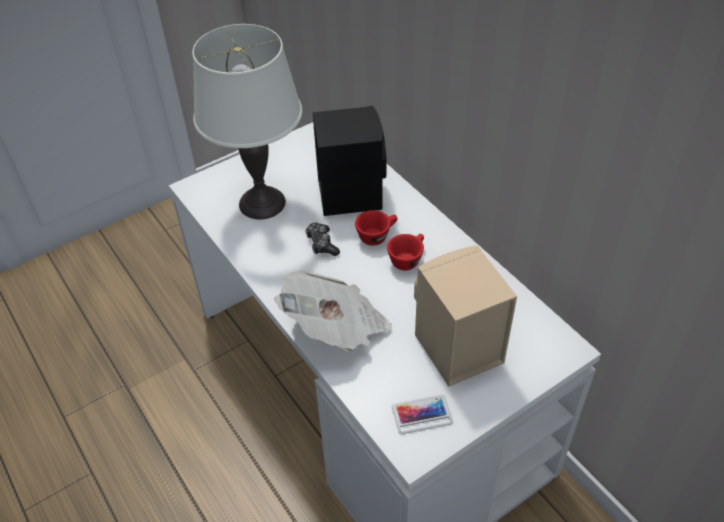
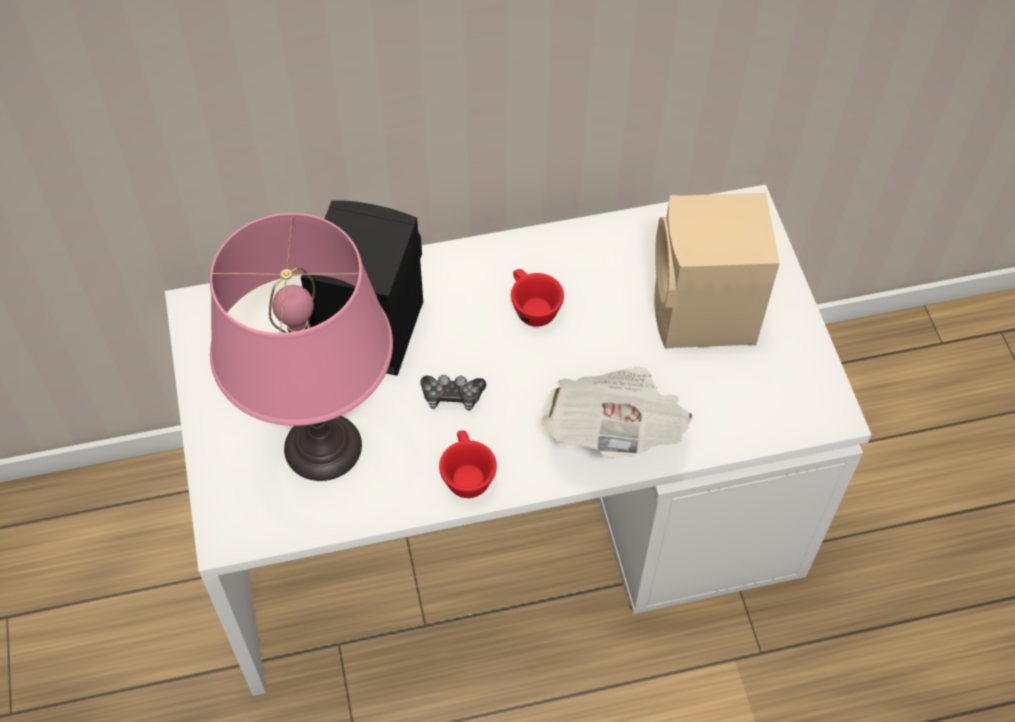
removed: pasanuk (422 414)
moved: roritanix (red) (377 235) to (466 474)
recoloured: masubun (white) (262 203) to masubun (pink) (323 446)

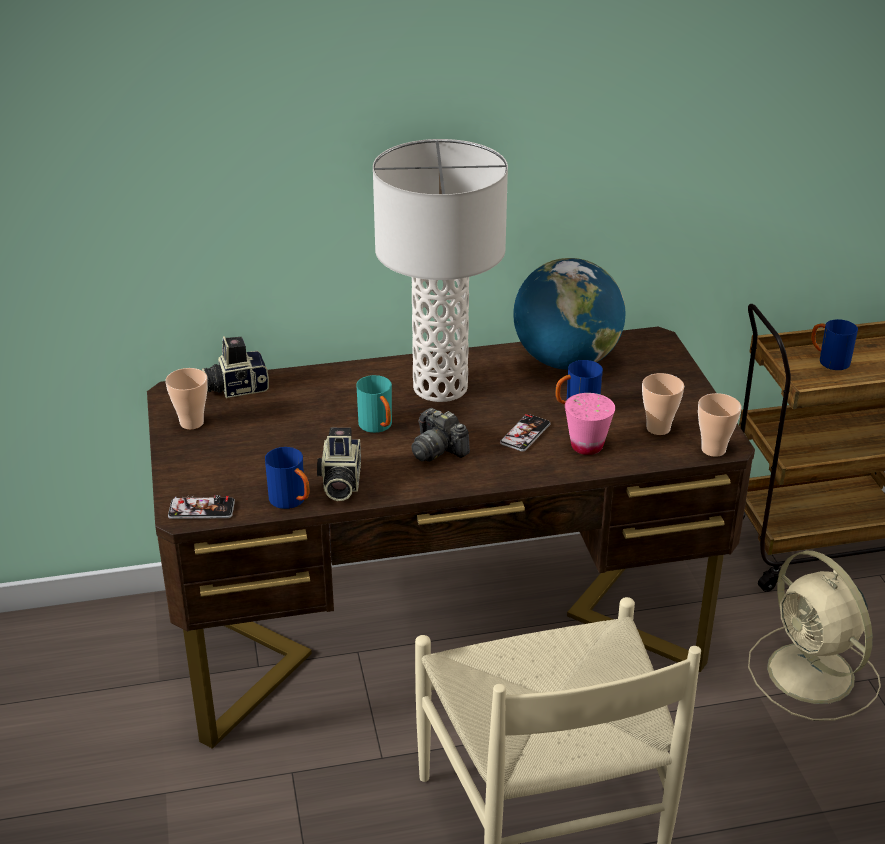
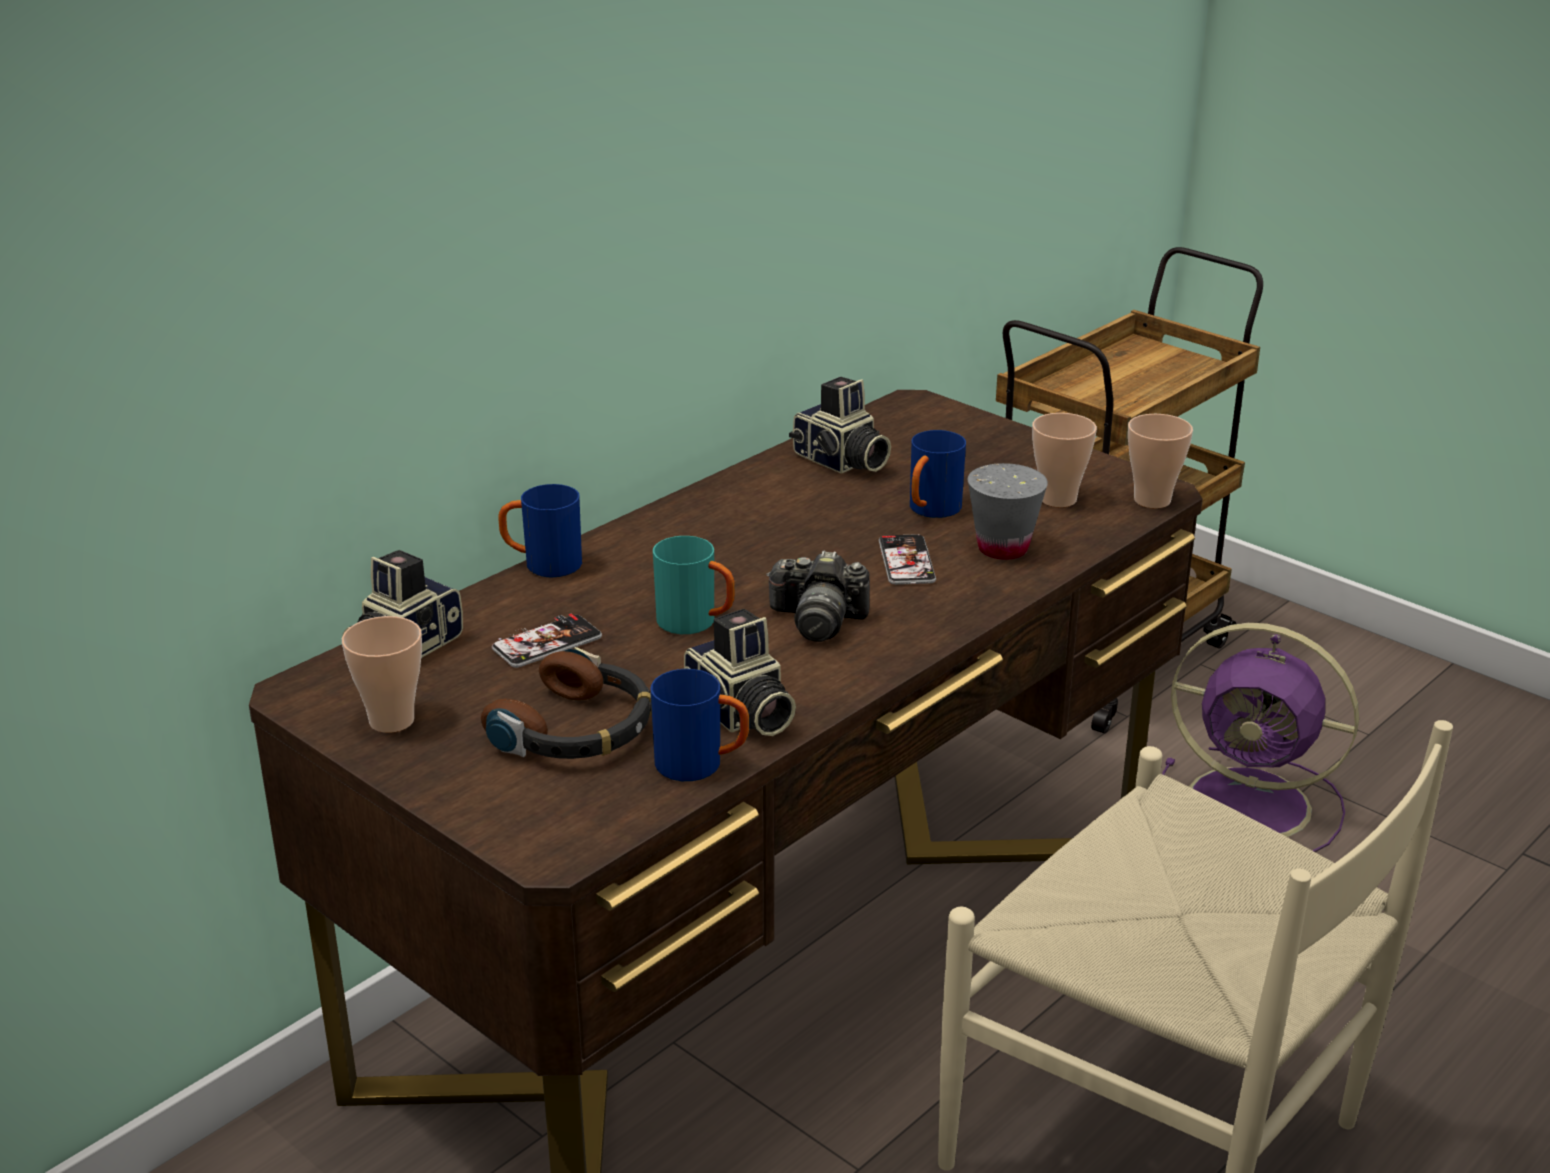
removed: masubun (white) (441 387)
added: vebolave (576 729)
moved: pasanuk (201 509) to (547 643); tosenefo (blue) (828 361) to (542 565)
replaced: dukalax (566 361) to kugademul (840 462)
recoloured: roritanix (pink) (587 446) to roritanix (grey) (1002 548); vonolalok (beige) (813 676) to vonolalok (purple) (1254 805)

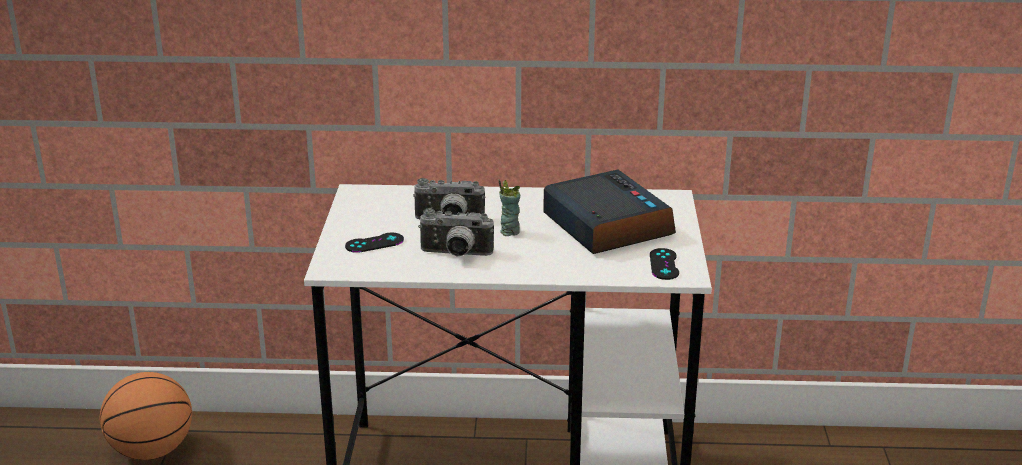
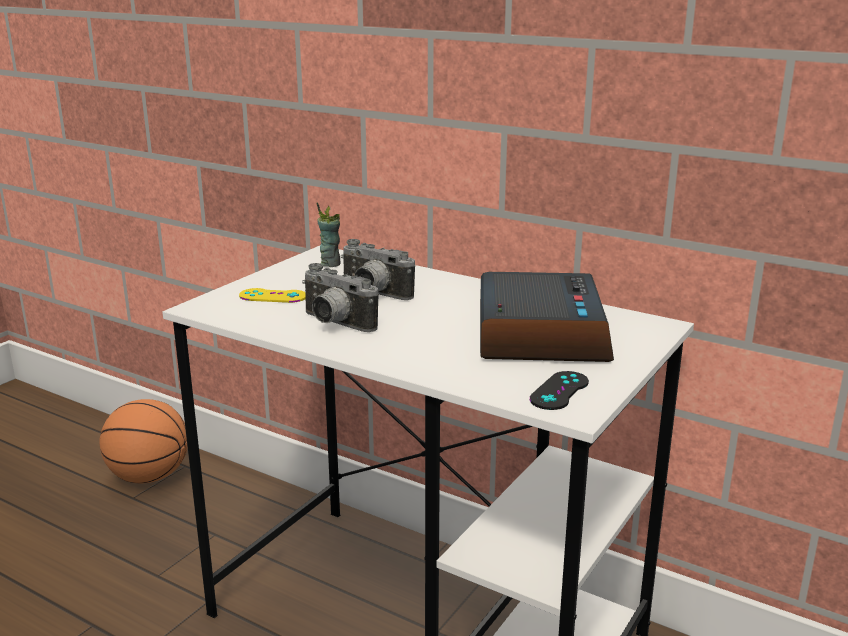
moved: roritanix (509 231) to (330 263)
recoloured: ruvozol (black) (374 243) to ruvozol (yellow) (273 296)

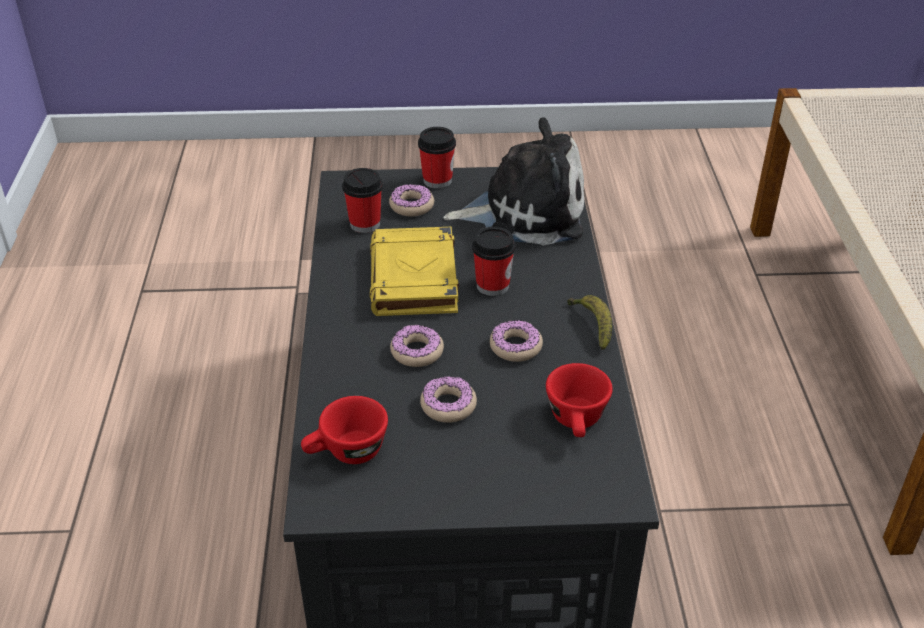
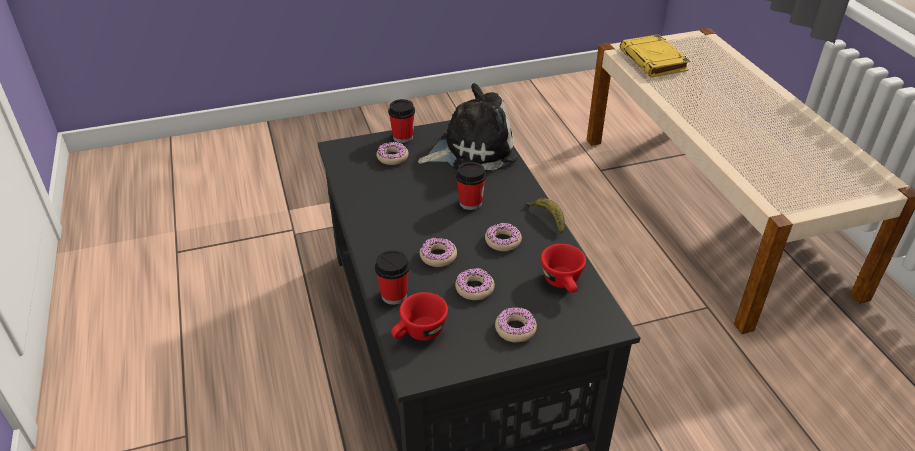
added: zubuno (515 329)
moved: roritanix (365 224) to (394 295); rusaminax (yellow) (414 279) to (653 61)

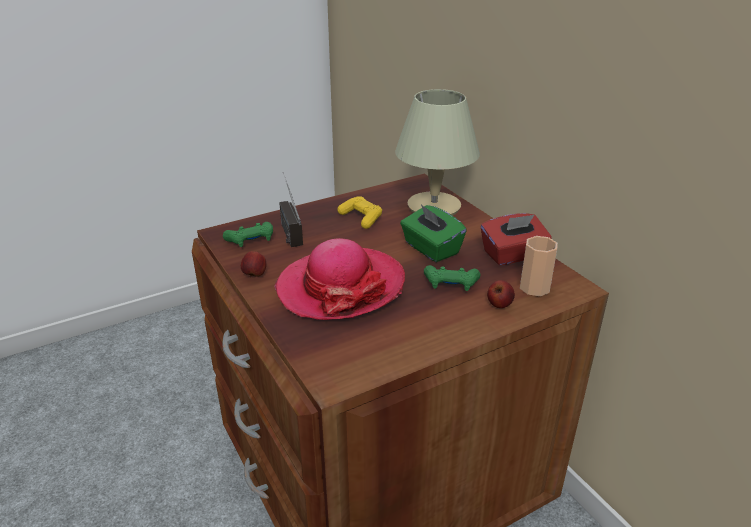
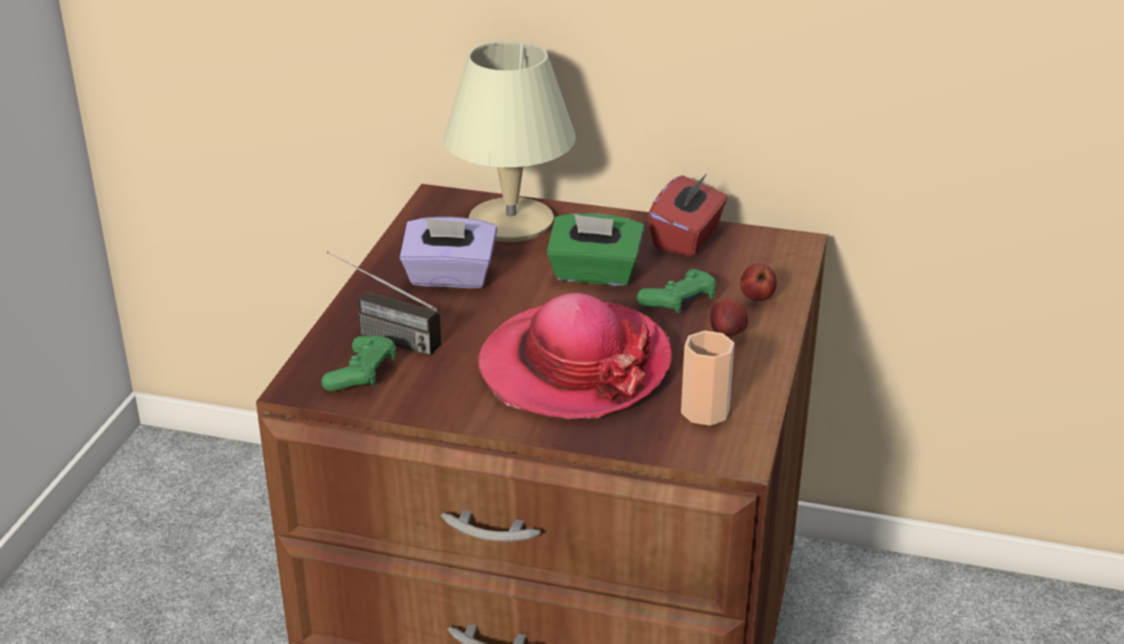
moved: roritanix (534 287) to (705 411); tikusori (254 275) to (728 335)
replaced: ruvozol (yellow) (361 218) to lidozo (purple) (449 277)

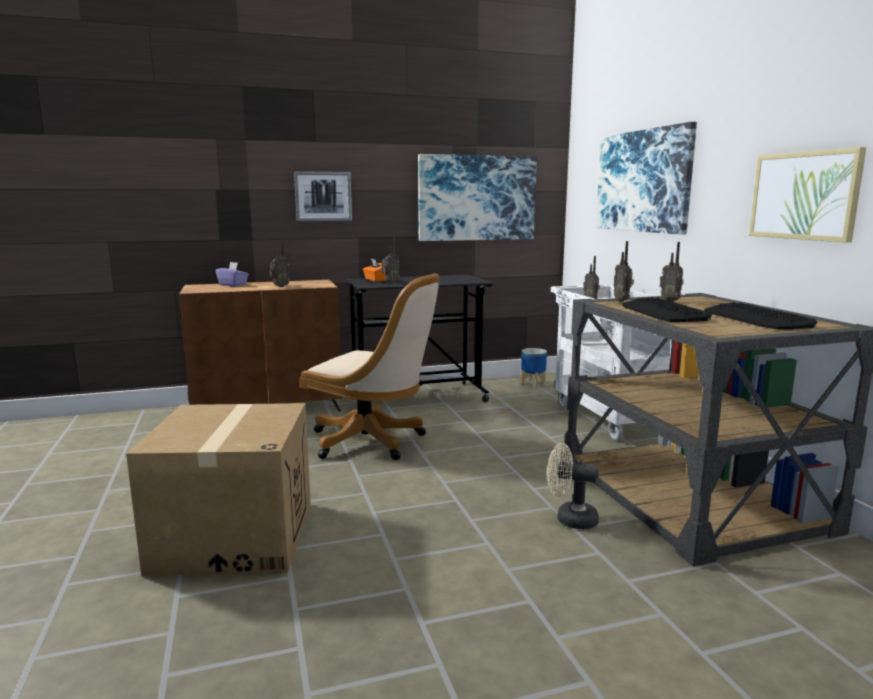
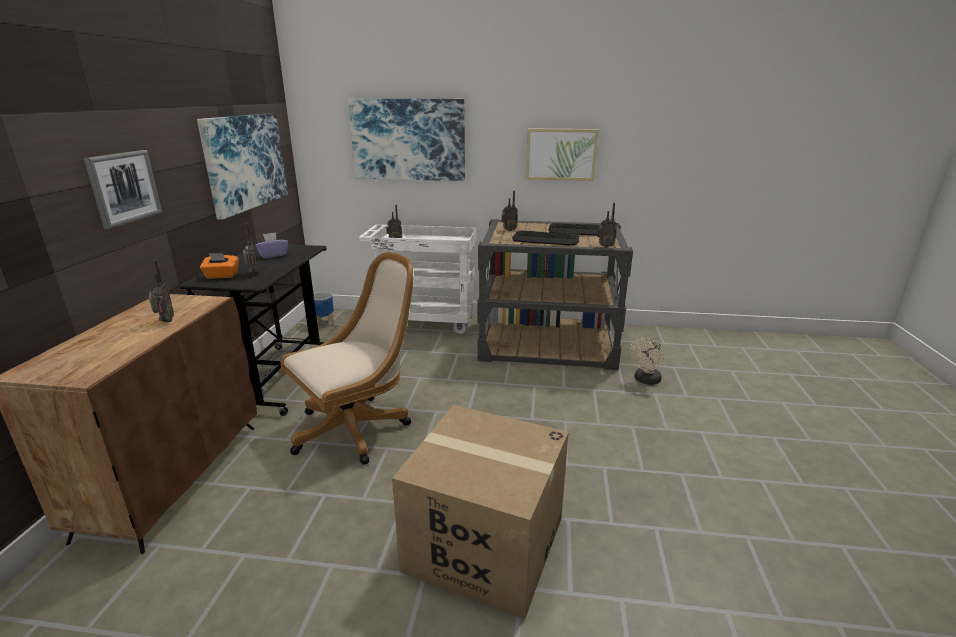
moved: lidozo (purple) (233 285) to (273 255); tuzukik (622 301) to (605 246); vonolalok (beige) (570 519) to (645 380)

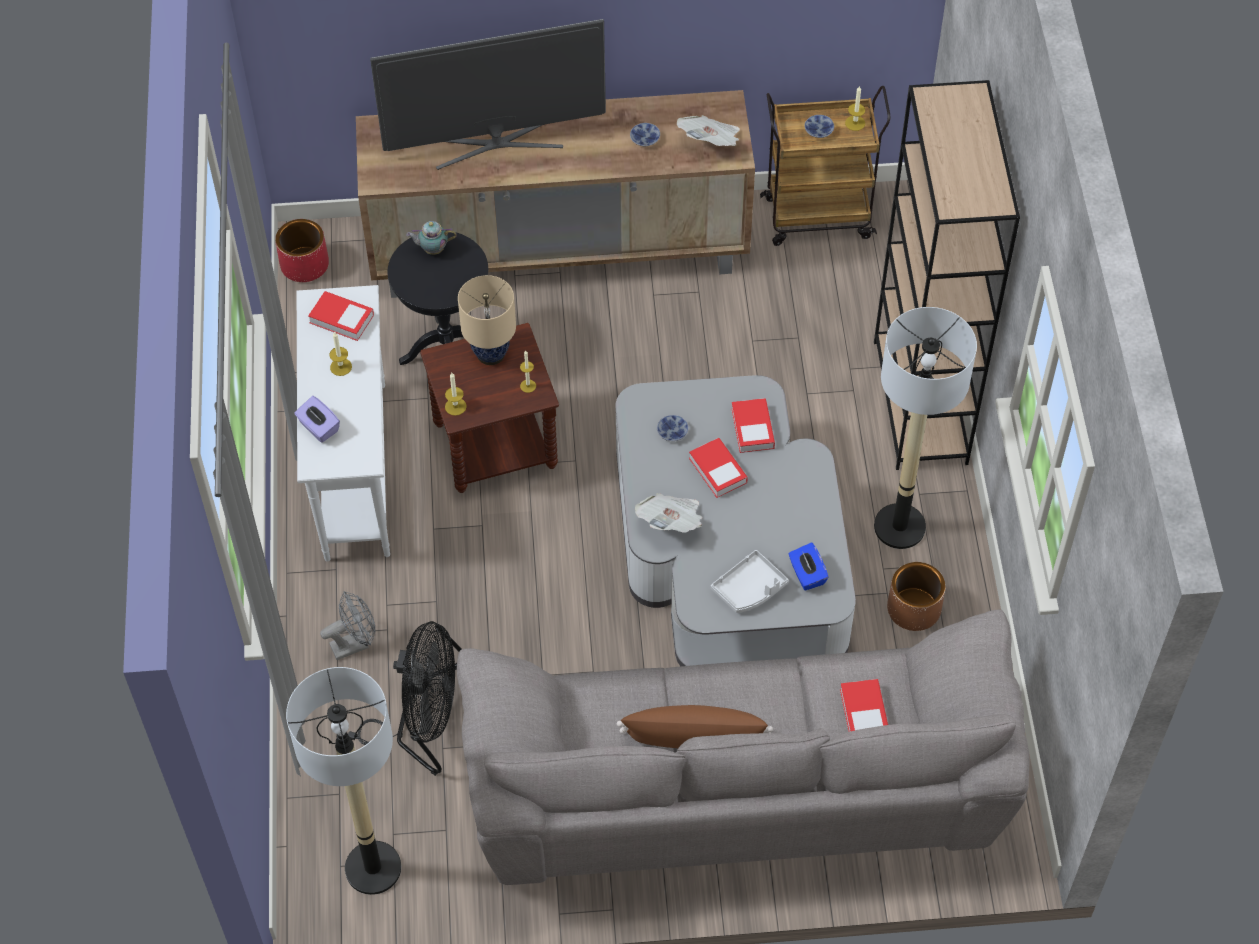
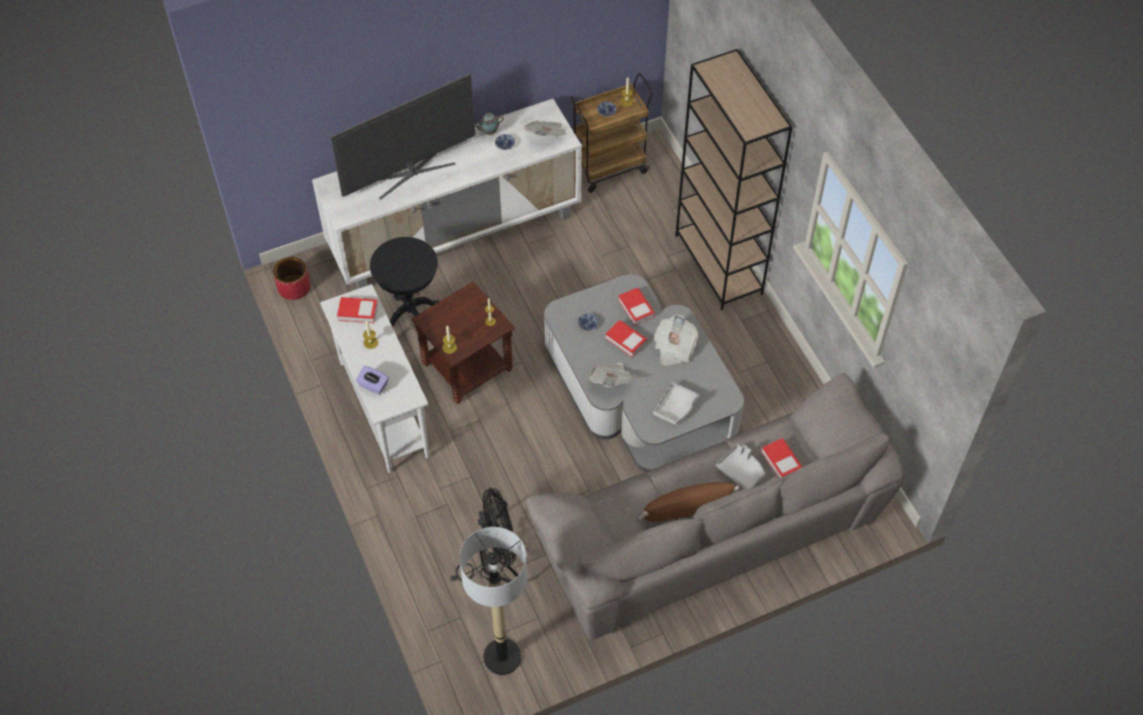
removed: vonolalok (grey) (355 643); masubun (beige) (490 353); lidozo (blue) (807 574); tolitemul (899 527); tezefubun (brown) (914 608)
added: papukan (674 348); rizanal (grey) (741 471)
moved: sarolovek (432 249) to (488 132)
recoloured: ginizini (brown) (560 246) to ginizini (white) (455 230)

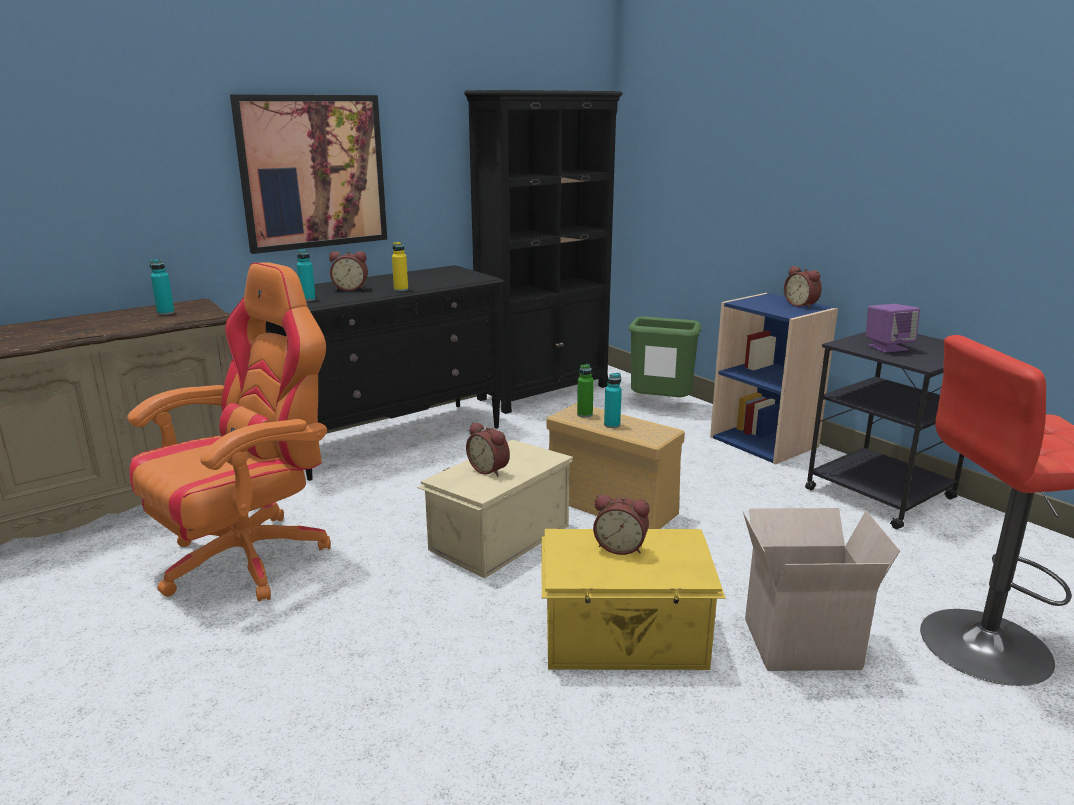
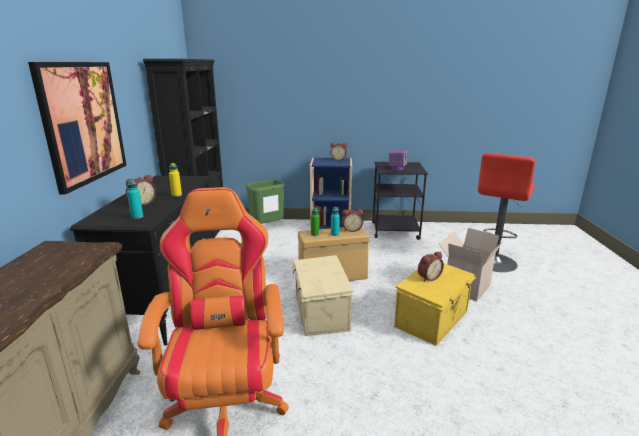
removed: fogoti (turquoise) (165 313)
moved: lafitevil (490 469) to (351 229)

